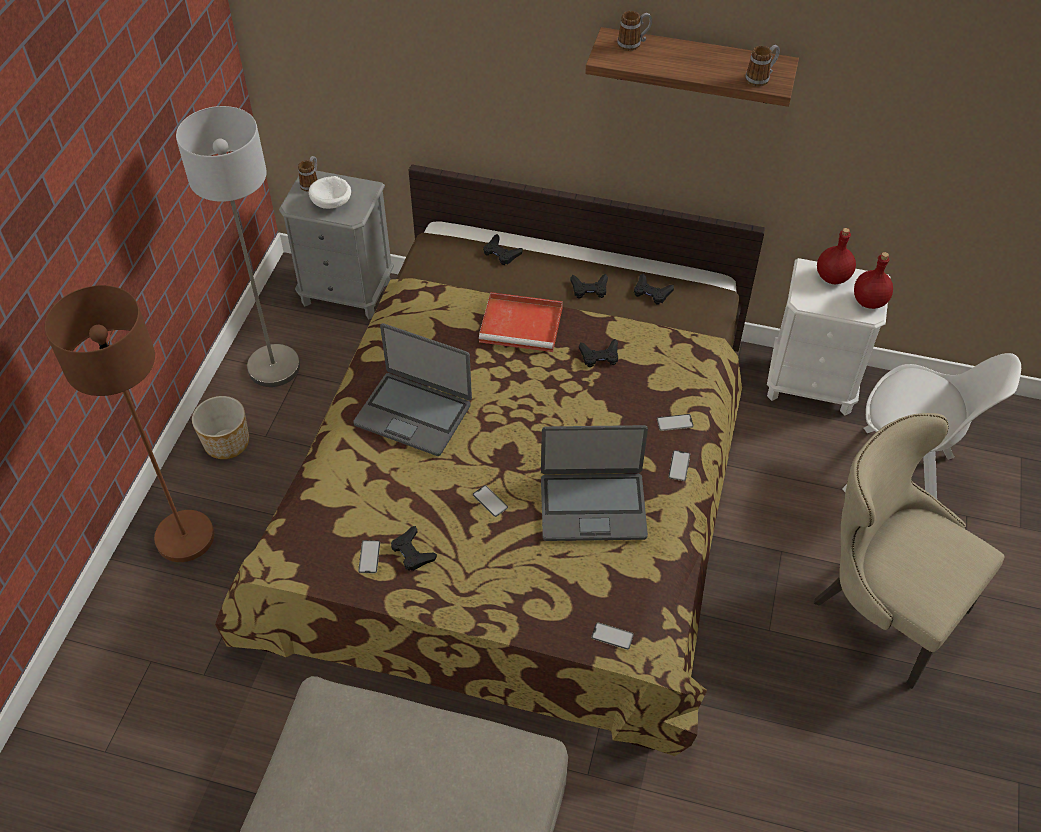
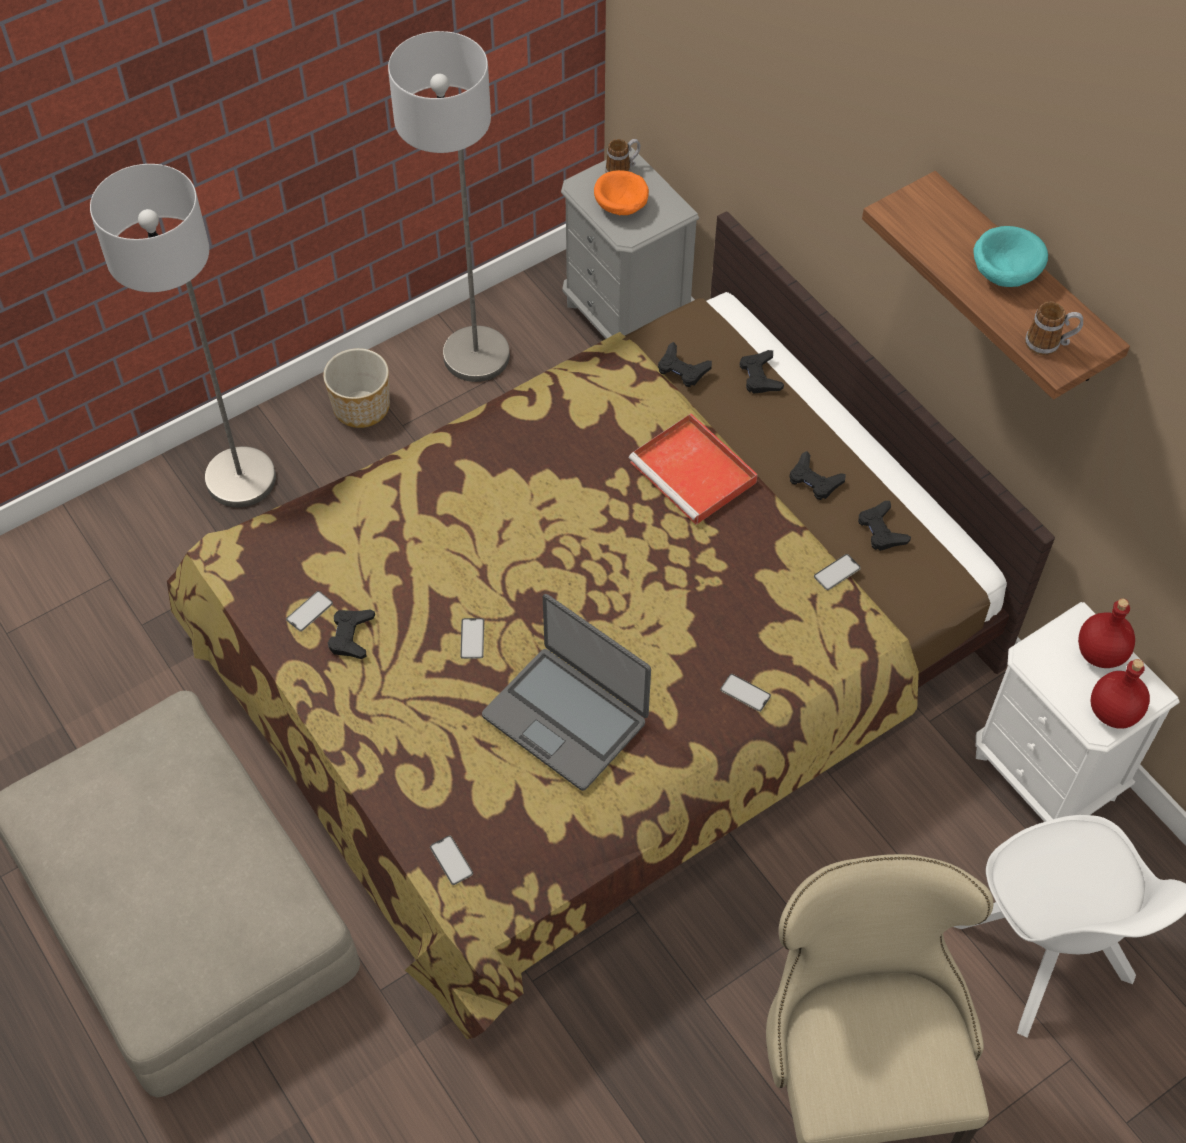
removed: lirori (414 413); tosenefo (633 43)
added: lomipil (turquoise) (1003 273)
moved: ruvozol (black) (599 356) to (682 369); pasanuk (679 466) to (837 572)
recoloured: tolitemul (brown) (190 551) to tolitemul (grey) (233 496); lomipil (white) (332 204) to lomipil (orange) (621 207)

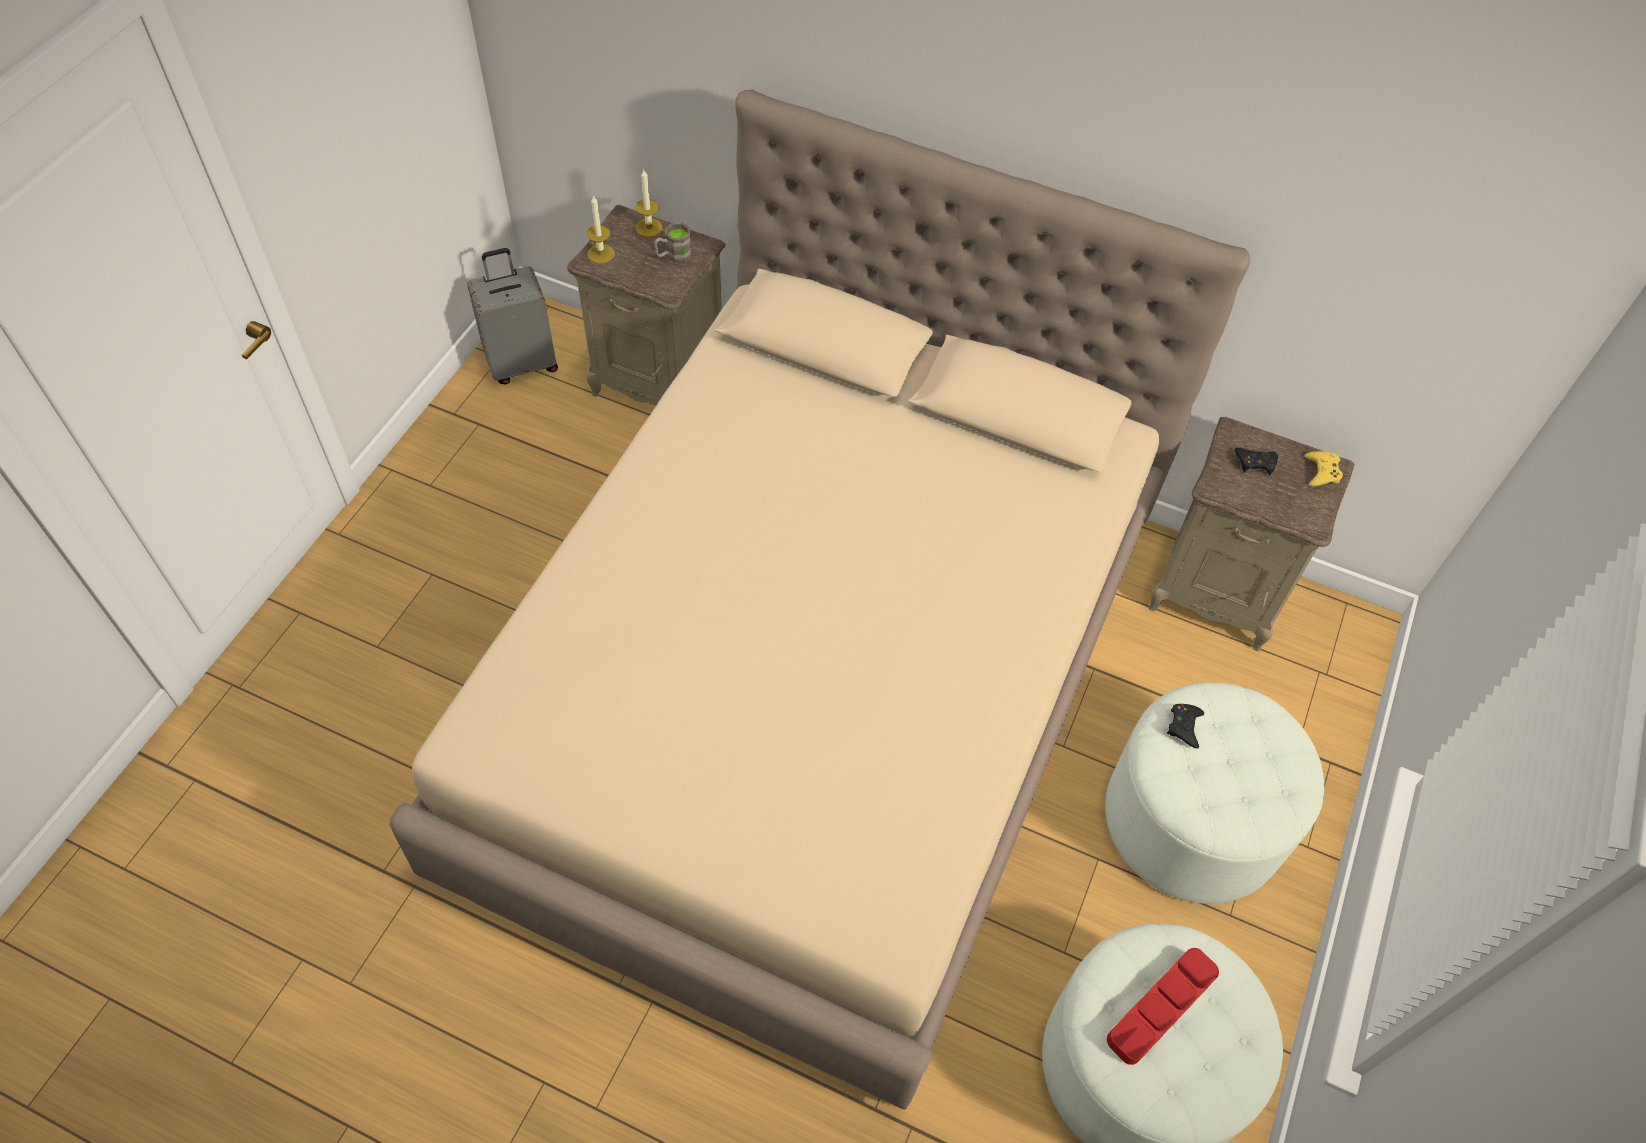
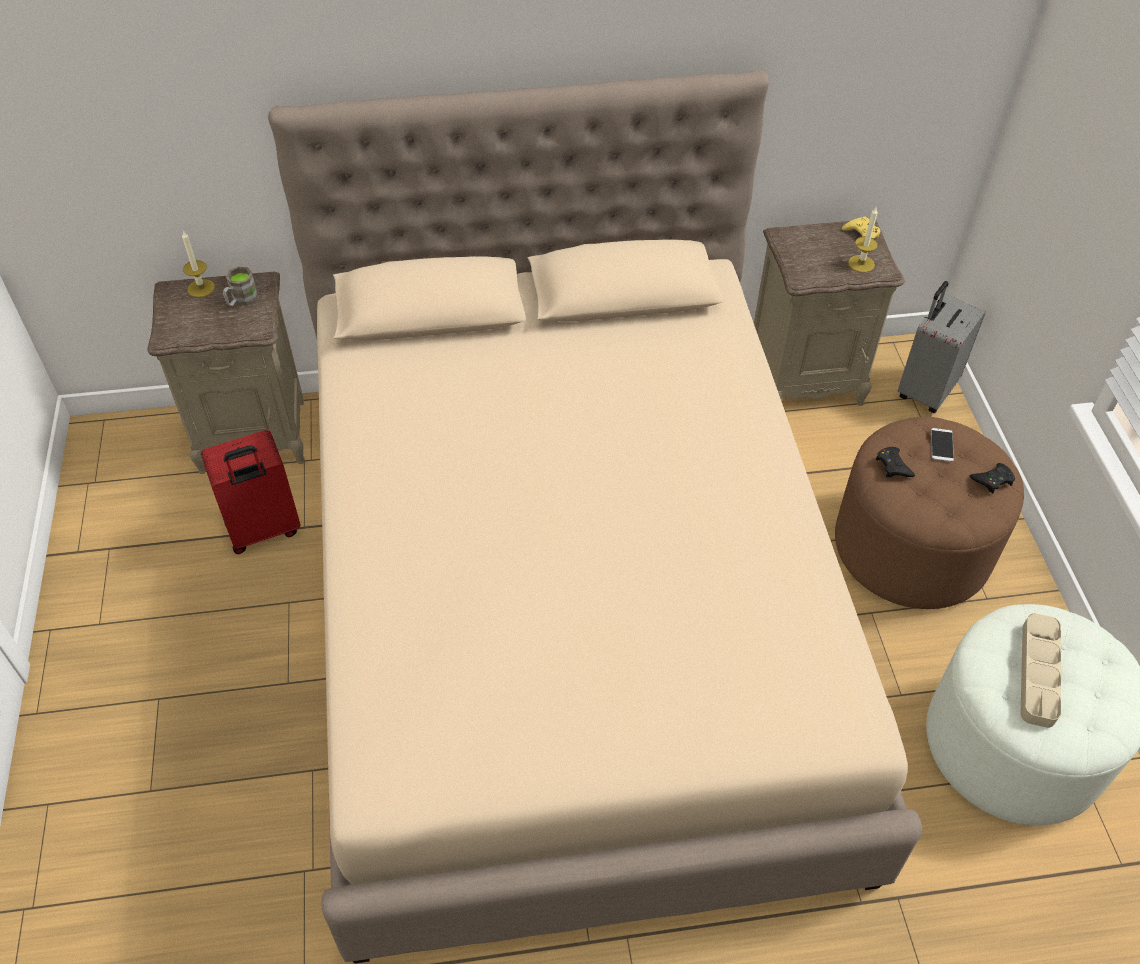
added: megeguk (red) (263 530); pasanuk (941 445)
moved: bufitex (601 253) to (861 263); megeguk (grey) (522 363) to (925 390); ruvozol (black) (1255 463) to (992 480)
recoloured: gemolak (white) (1193 820) to gemolak (brown) (912 546); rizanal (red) (1161 1007) to rizanal (beige) (1038 672)

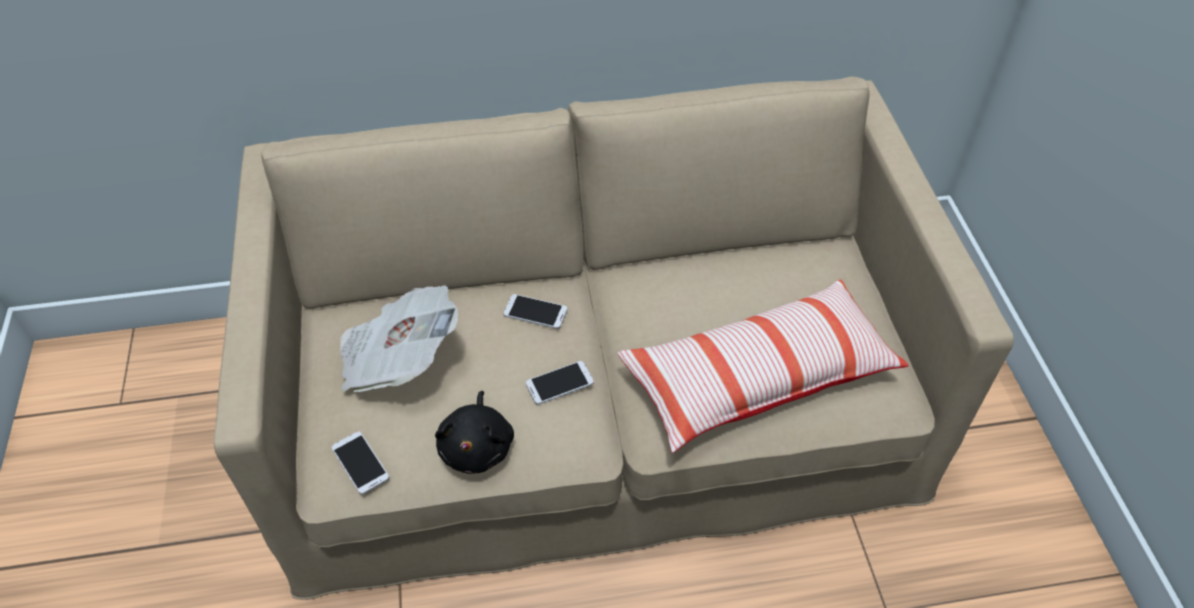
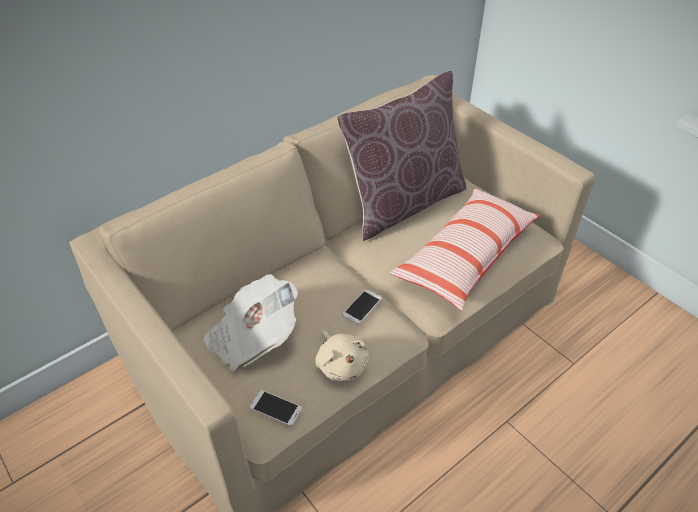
removed: pasanuk (535 312)
added: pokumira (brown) (403 203)
recoloured: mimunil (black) (477 446) to mimunil (beige) (341 364)

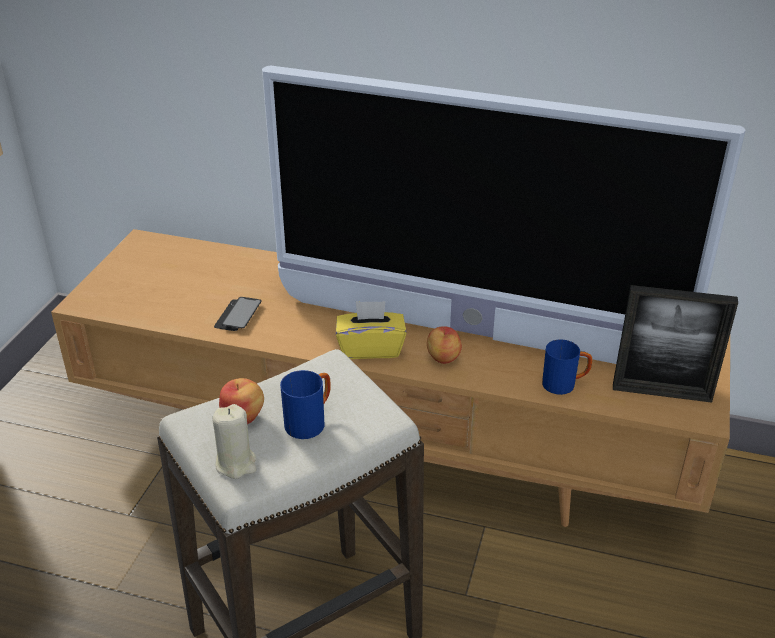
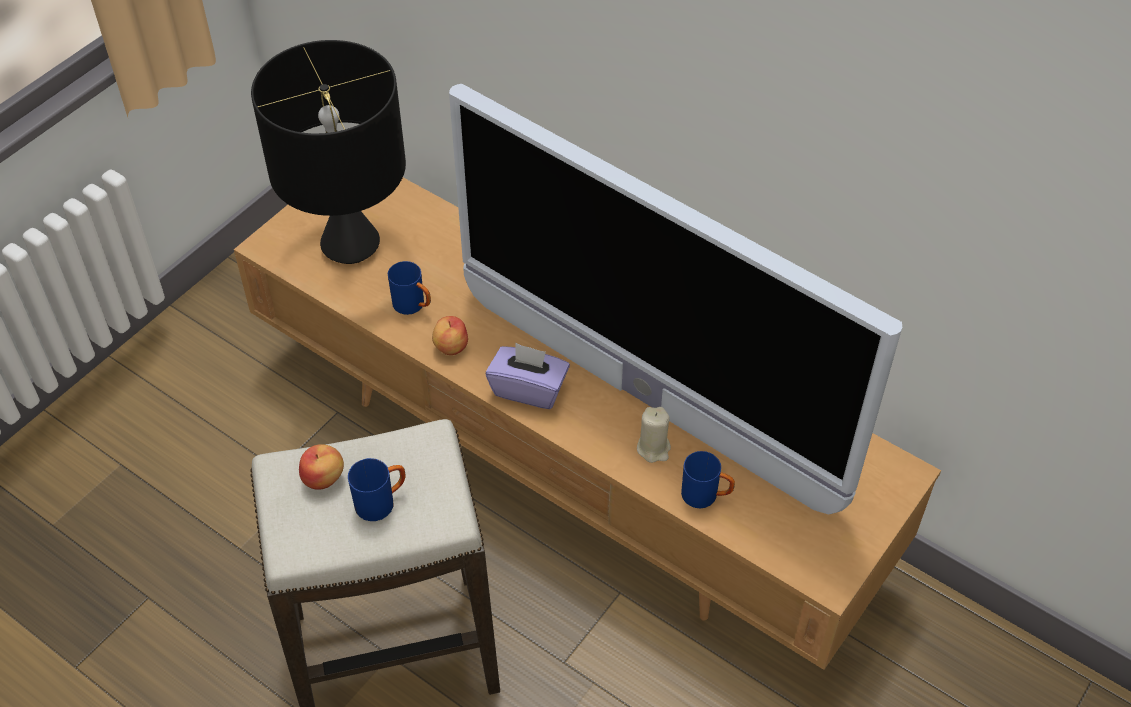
removed: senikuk (661 393)
added: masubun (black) (351 247)
moved: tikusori (442 357) to (450 346); bufitex (beige) (236 463) to (653 448)
replaced: pasanuk (238 315) to tosenefo (blue) (413 306)
recoloured: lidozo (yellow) (370 348) to lidozo (purple) (528 389)

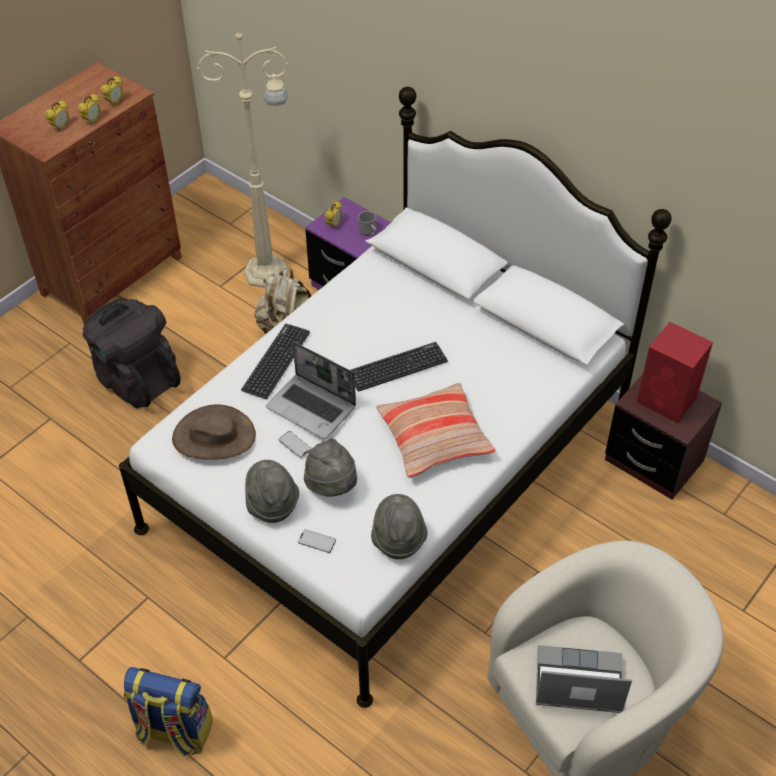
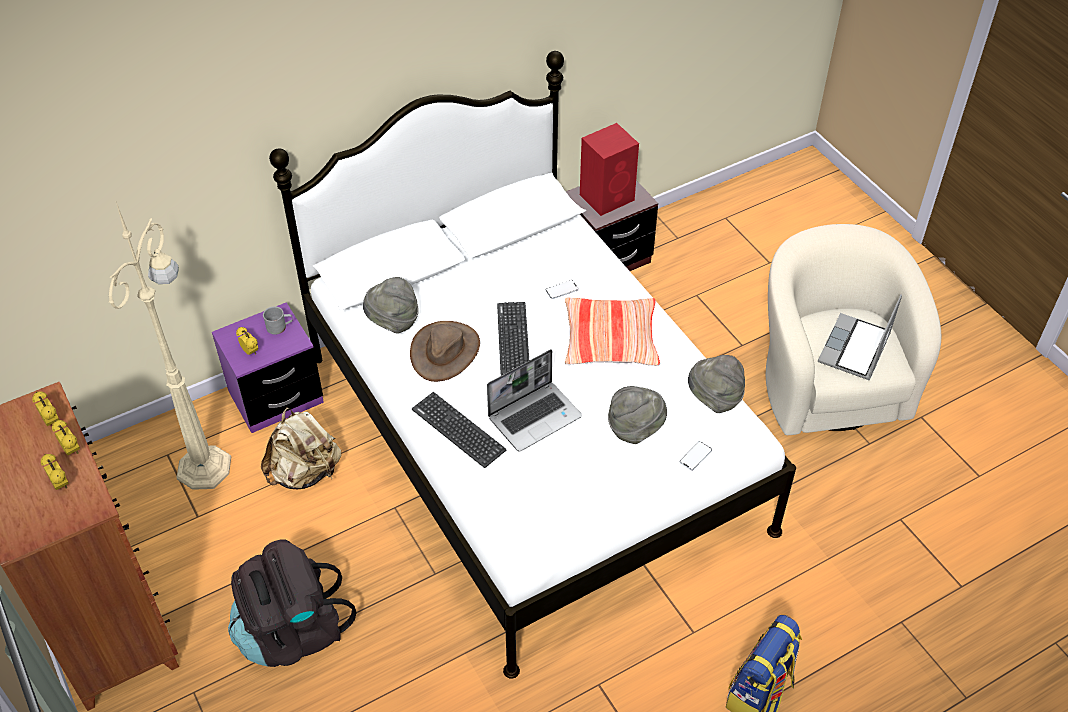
moved: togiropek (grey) (272 505) to (393 321); togiropek (brown) (214 436) to (445 351); pasanuk (295 445) to (562 290)

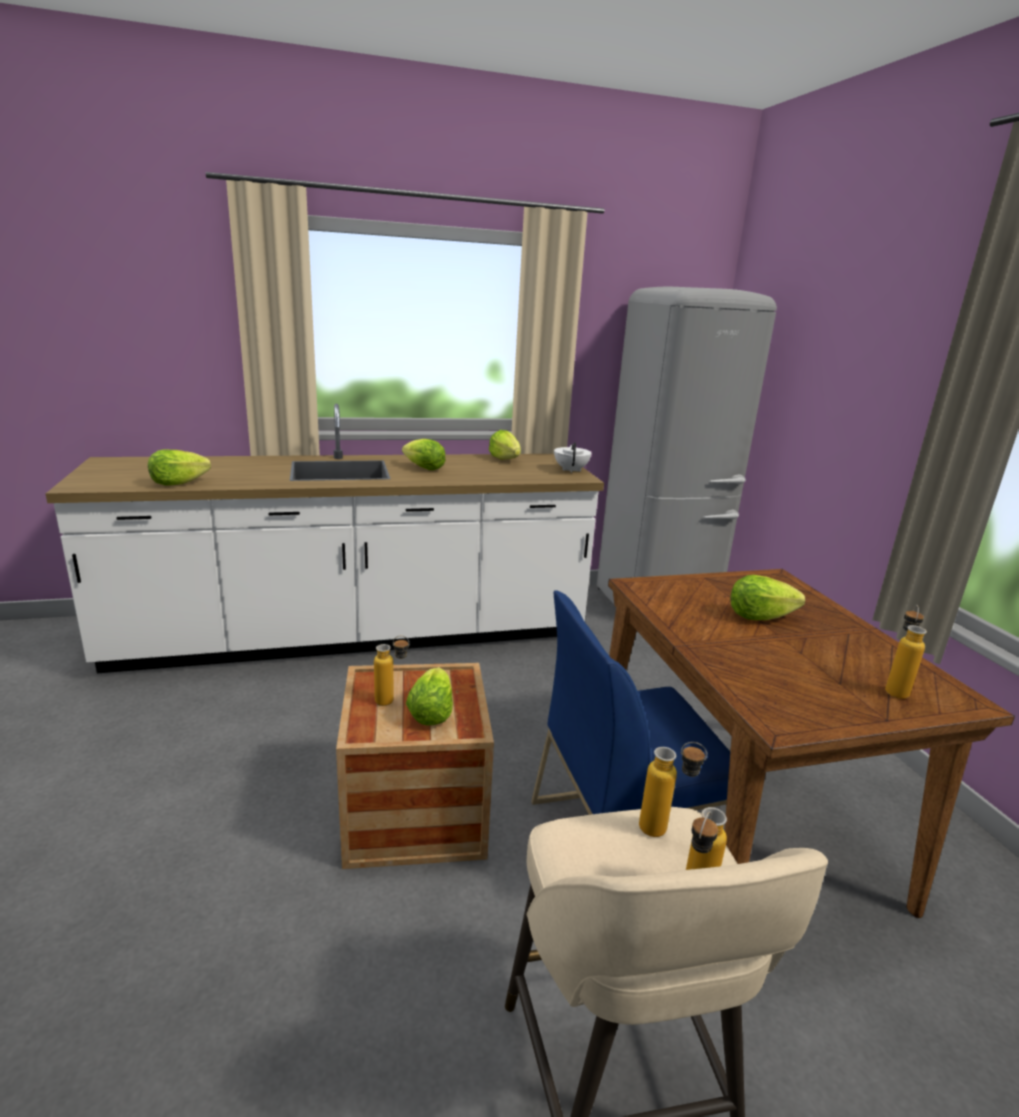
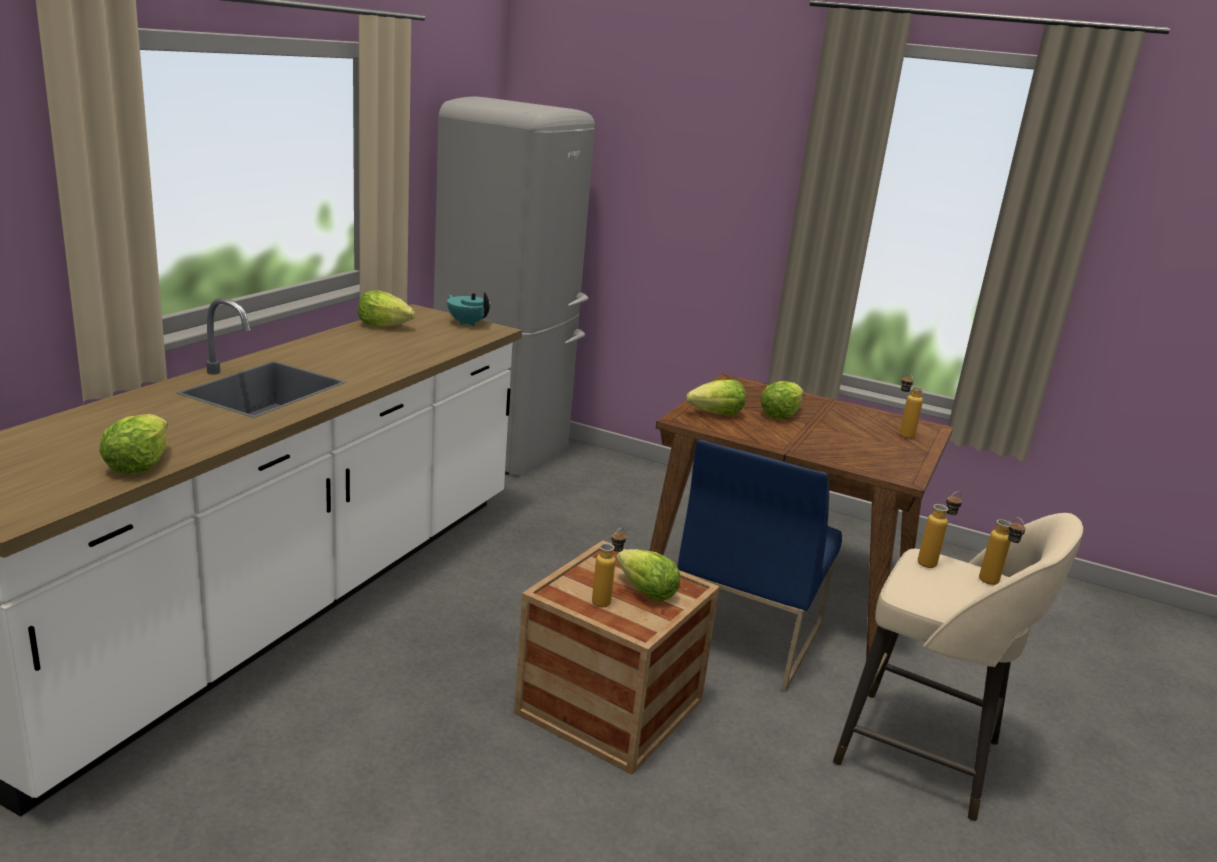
moved: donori (424 468) to (717 414)
recoloured: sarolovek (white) (571 470) to sarolovek (turquoise) (467 323)

